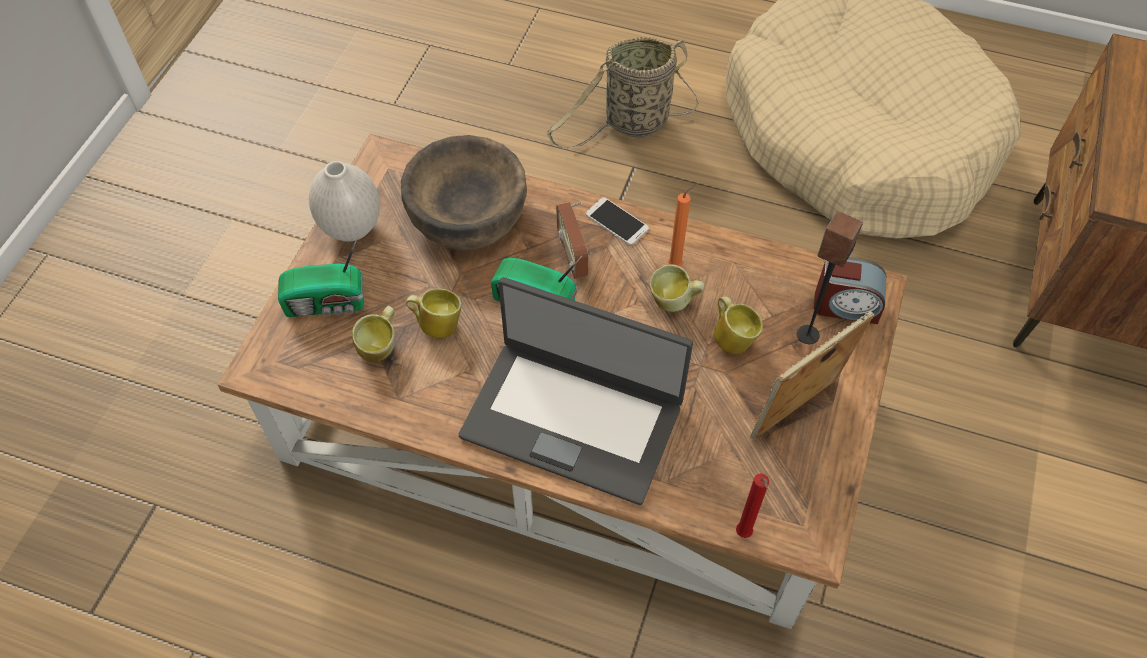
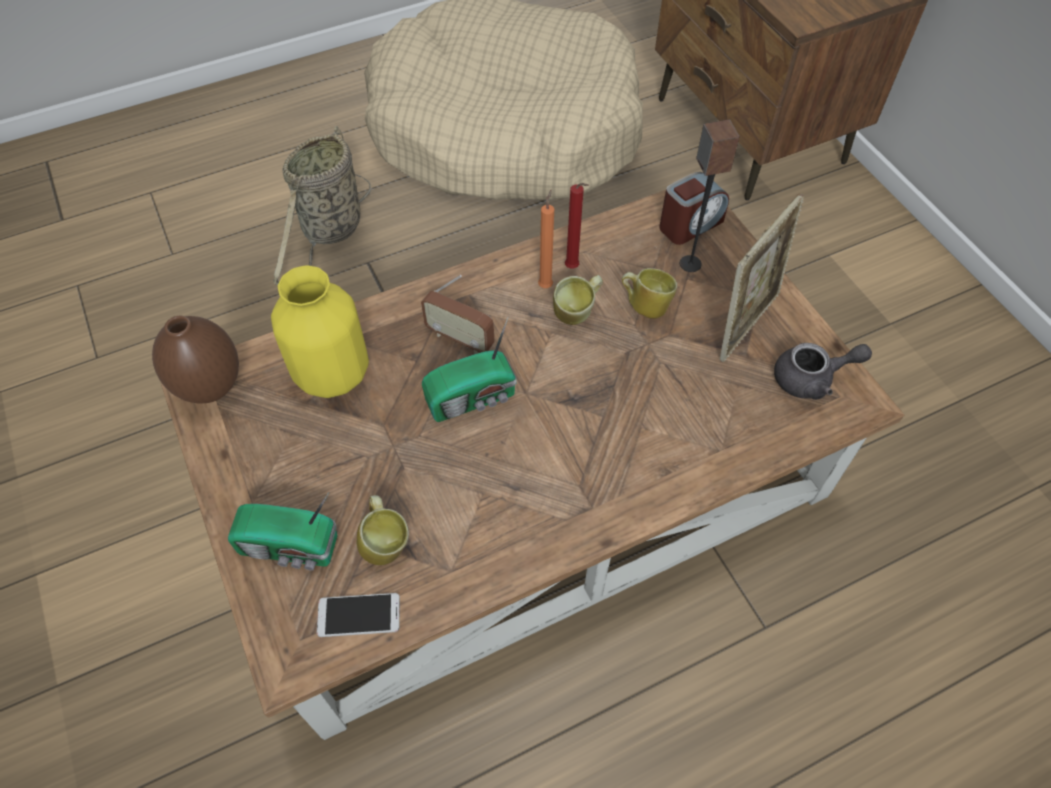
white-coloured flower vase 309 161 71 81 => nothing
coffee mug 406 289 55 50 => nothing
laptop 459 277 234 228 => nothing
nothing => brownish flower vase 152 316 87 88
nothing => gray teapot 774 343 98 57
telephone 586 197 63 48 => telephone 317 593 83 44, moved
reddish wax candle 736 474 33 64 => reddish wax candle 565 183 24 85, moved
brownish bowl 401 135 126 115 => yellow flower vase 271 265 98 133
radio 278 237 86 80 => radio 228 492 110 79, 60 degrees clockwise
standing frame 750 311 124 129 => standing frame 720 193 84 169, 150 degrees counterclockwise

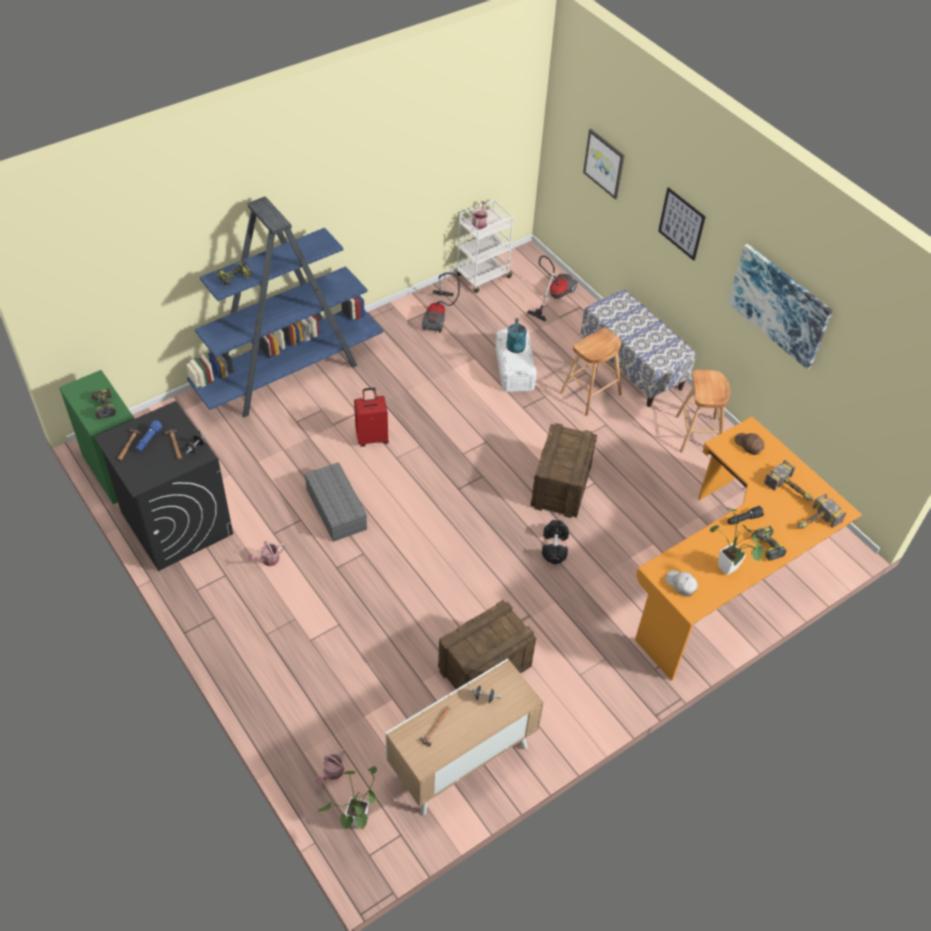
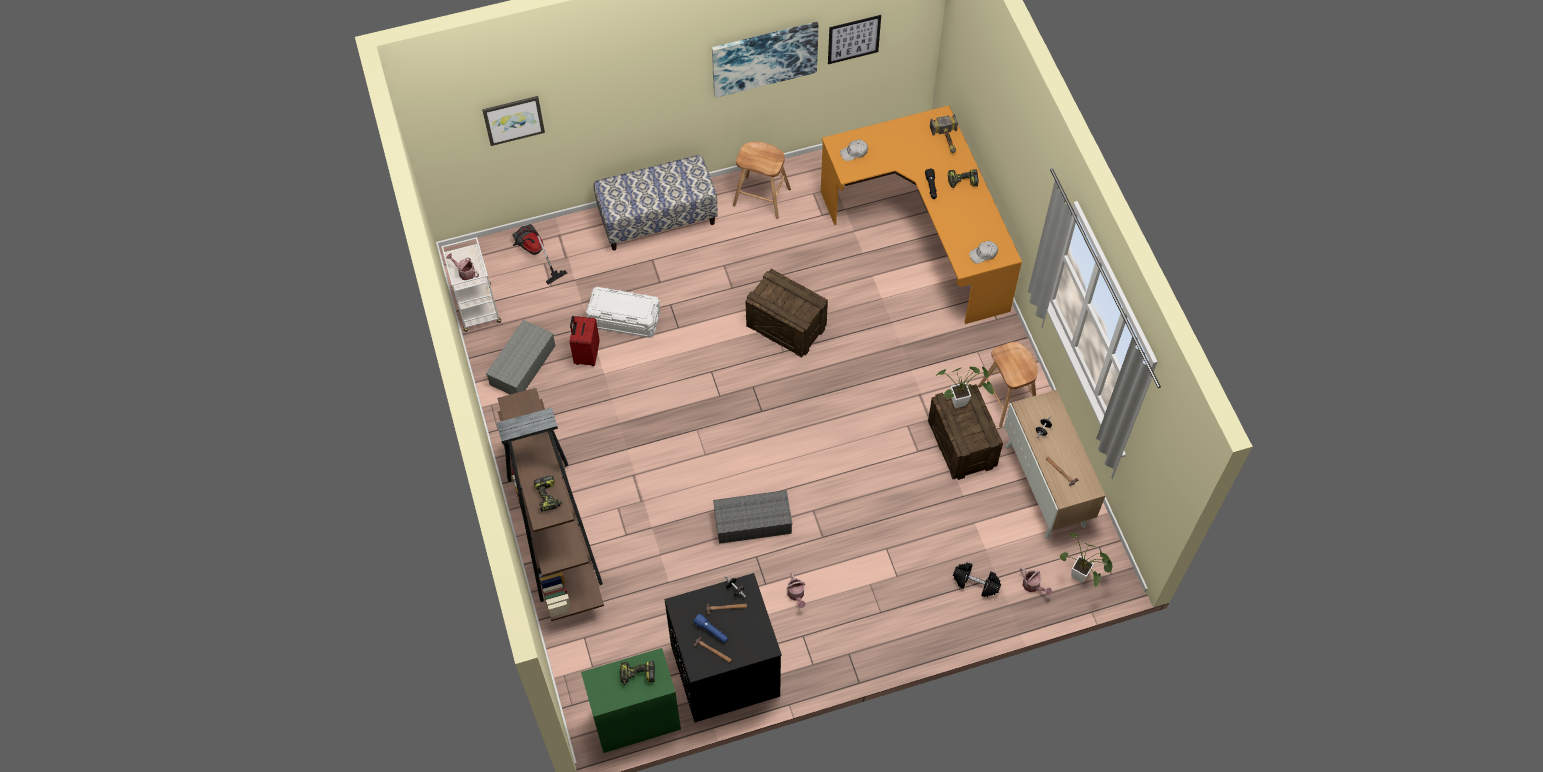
turquoise-coloured sprinkling can 506 318 21 35 => nothing
hand hammer 764 460 49 41 => nothing
reddish suitcase 354 388 35 59 => reddish suitcase 570 316 30 50, moved
black free weight 542 520 27 44 => black free weight 953 563 48 34, moved
brownish stool seat 560 328 62 88 => brownish stool seat 978 342 60 85, moved
picture 658 187 48 74 => picture 828 15 53 49, moved
houseplant 710 508 54 67 => houseplant 936 367 58 41, moved
hoover 422 272 38 61 => gray storage box 486 320 69 74
blue bookshelf 186 196 197 221 => brownish bookshelf 497 388 107 233
brownish cap 734 433 30 22 => white-coloured cap 840 140 28 21

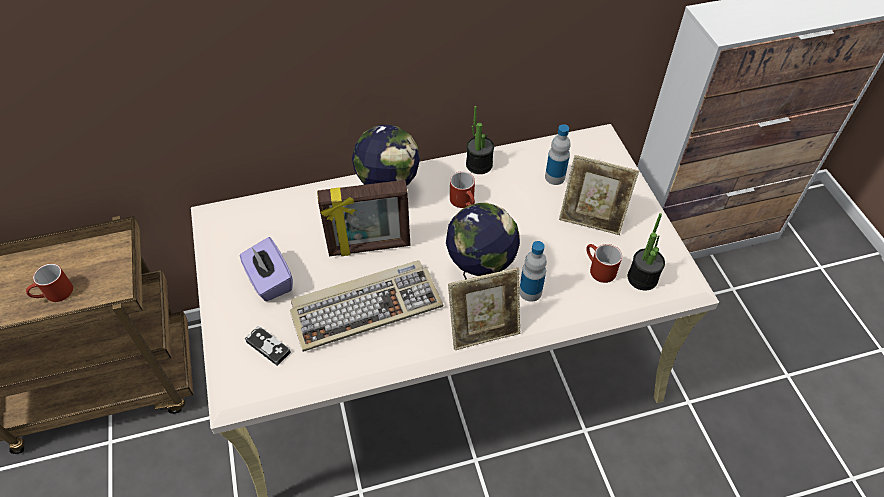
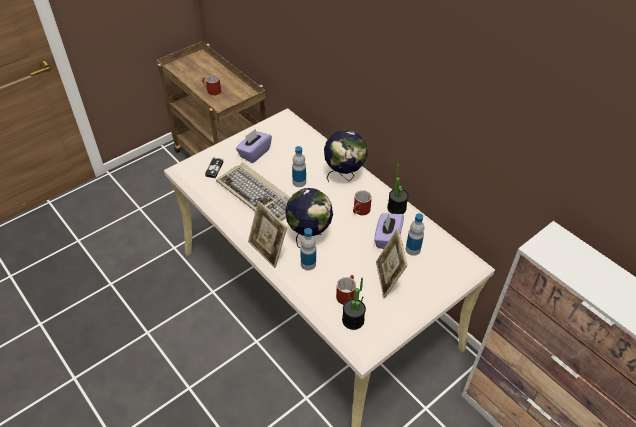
nothing => purple tissue box 374 213 30 36
standing frame 317 180 93 76 => drink bottle 292 146 14 41

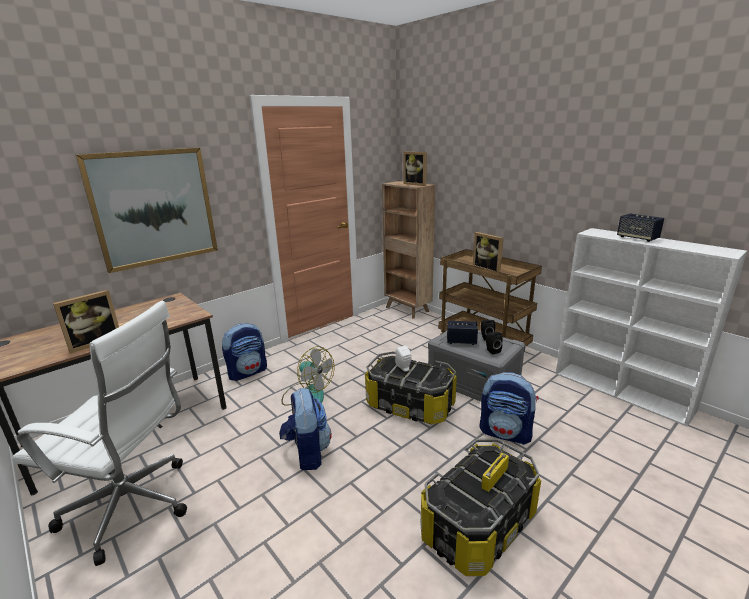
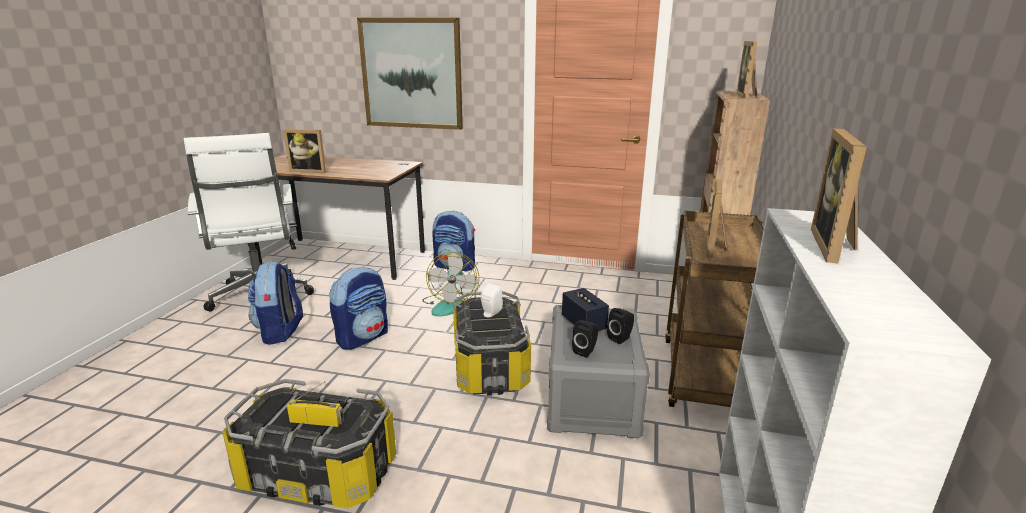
rucksack 479 372 60 73 => rucksack 248 261 55 84, moved
audio speaker 617 213 47 29 => standing frame 811 128 56 135

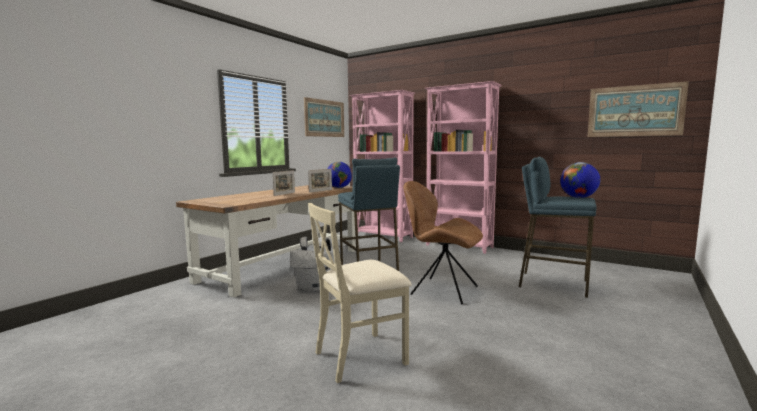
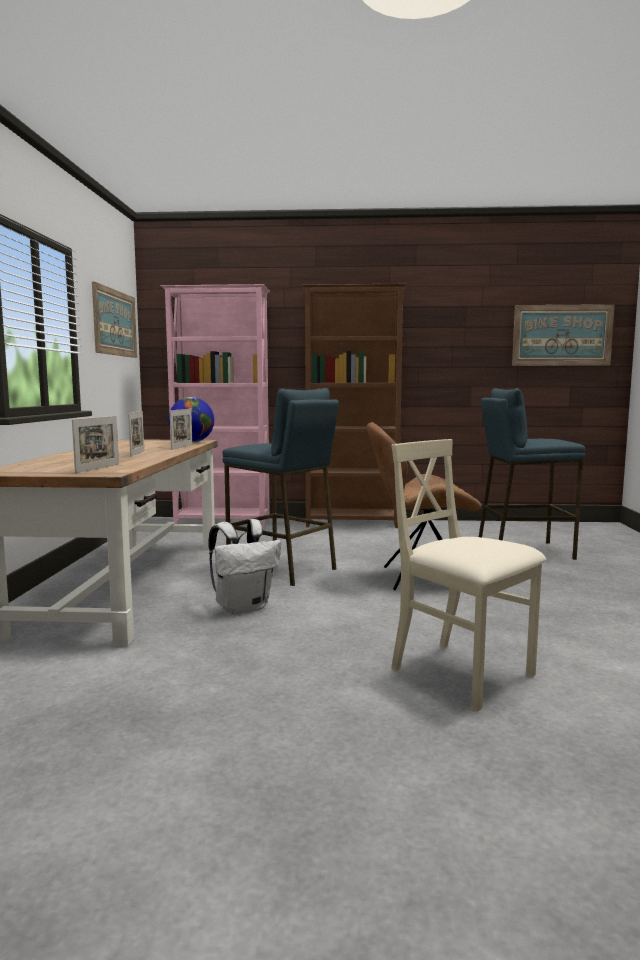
globe 560 162 40 36 => nothing
nothing => standing frame 72 416 47 57
pinkish bookshelf 425 81 77 173 => brownish bookshelf 301 284 106 244
sand-coloured plain chair 308 203 104 180 => sand-coloured plain chair 391 439 155 273, 105 degrees clockwise

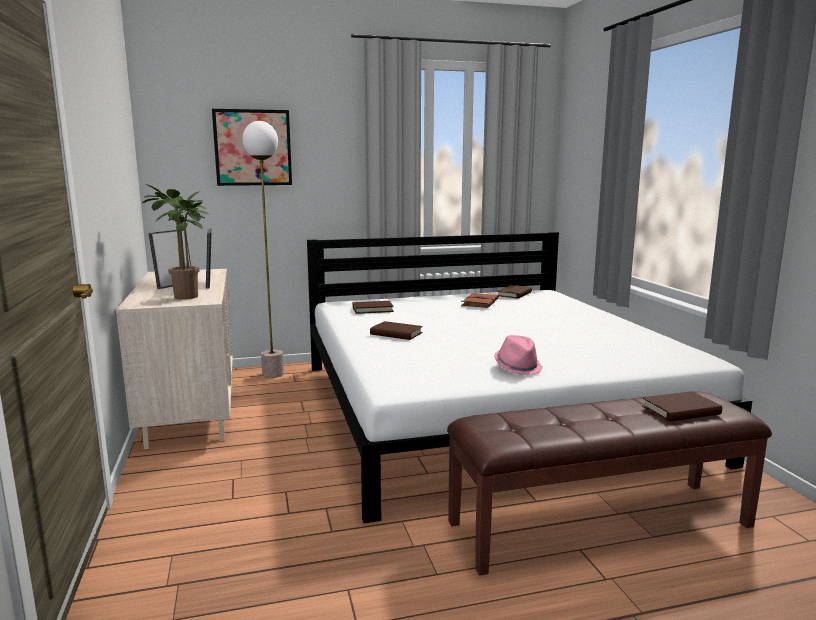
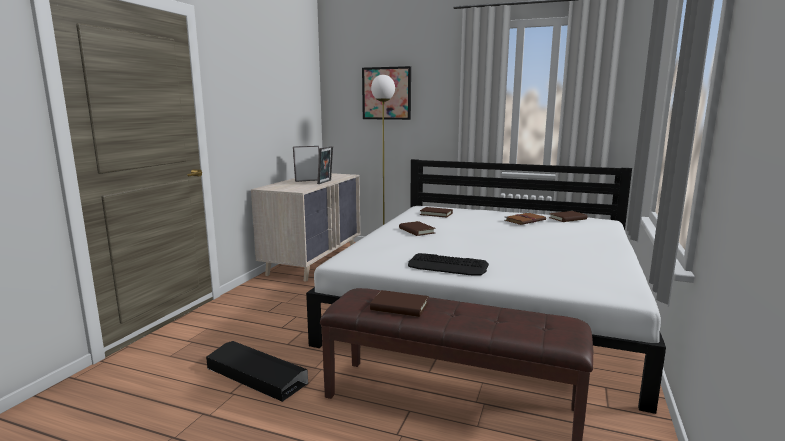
houseplant 142 184 68 116 => nothing
nothing => black storage box 206 341 102 61
brownish book 642 391 80 31 => brownish book 370 290 59 27, moved
pinkish clothing hat 494 335 49 40 => computer keyboard 408 253 81 23

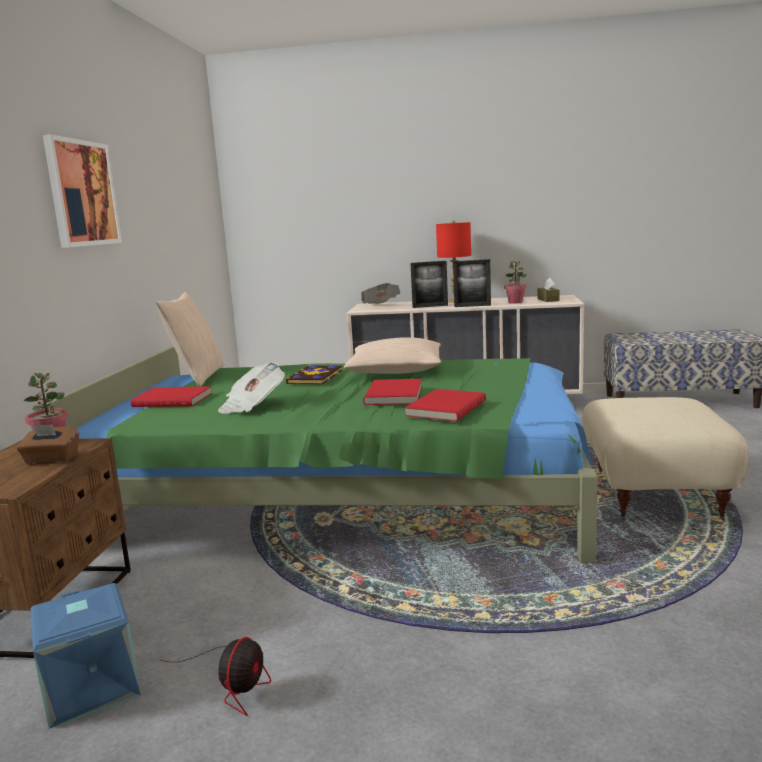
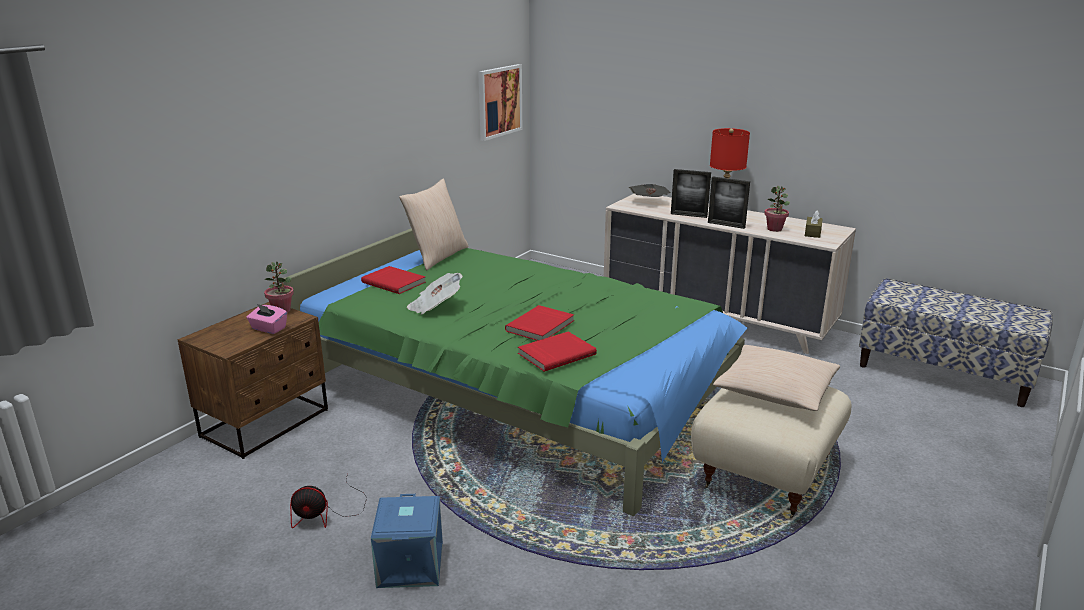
book 285 365 57 19 => nothing
blue storage box 30 583 111 146 => blue storage box 371 494 72 94, moved
picture 43 134 79 114 => picture 478 64 44 77, moved
sand-coloured cushion 344 337 97 37 => sand-coloured cushion 713 345 127 66, moved
brownish tissue box 17 424 62 41 => pinkish tissue box 247 304 40 30
fan 160 637 111 79 => fan 290 474 77 54, 45 degrees clockwise

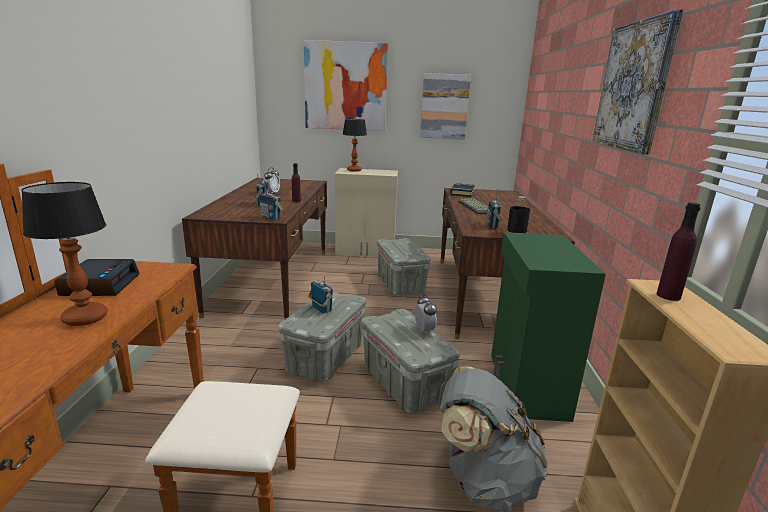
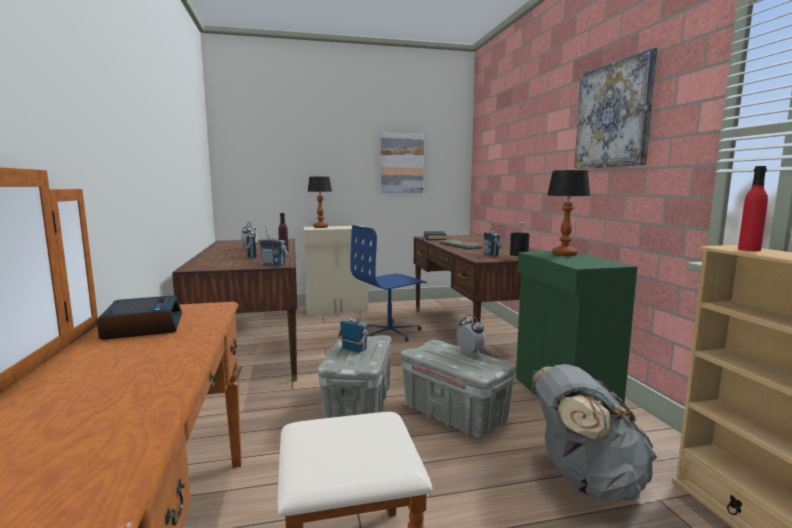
picture 304 40 84 91 => nothing
table lamp 21 182 87 144 => table lamp 547 170 44 86, moved
gray storage box 377 238 54 58 => blue office chair 350 225 77 117
purple drink bottle 656 202 45 99 => reddish drink bottle 738 166 30 85

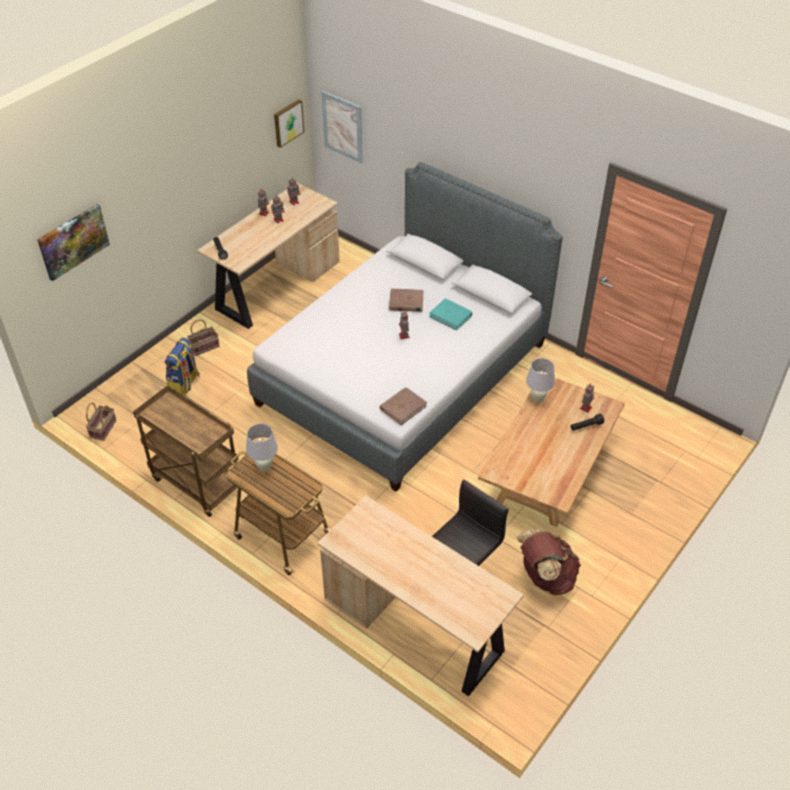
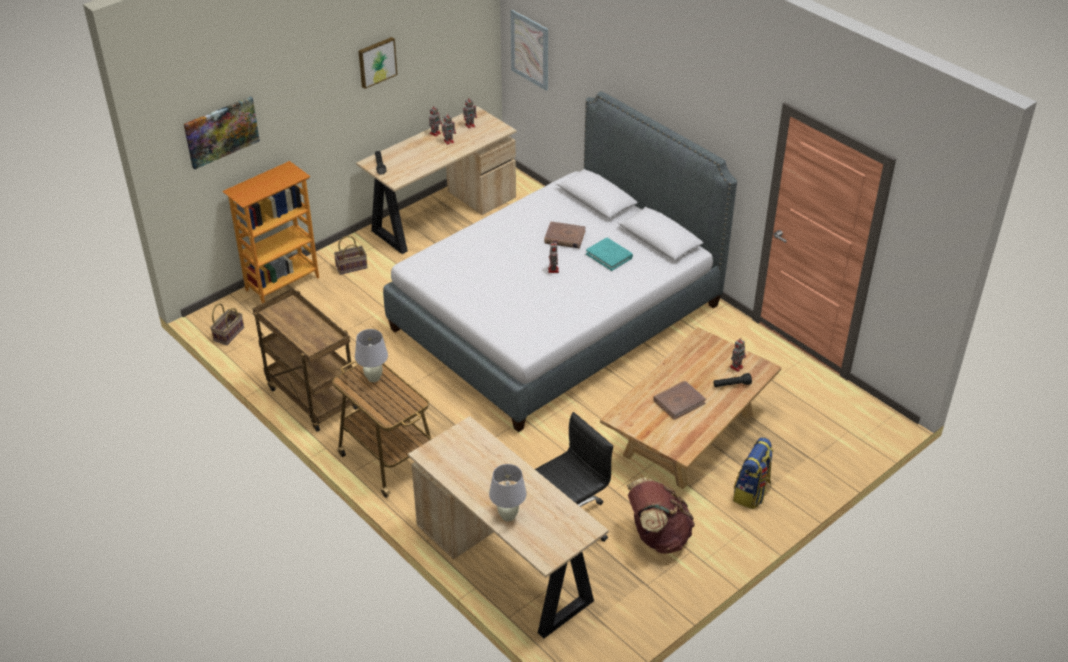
nothing => bookshelf 222 161 97 143
rucksack 165 338 35 58 => rucksack 733 437 40 73, moved
picture 274 99 30 49 => picture 358 37 39 52, moved
brownish book 379 387 48 38 => brownish book 653 381 53 39, moved
white-coloured table lamp 526 358 29 45 => white-coloured table lamp 489 464 38 58, moved

